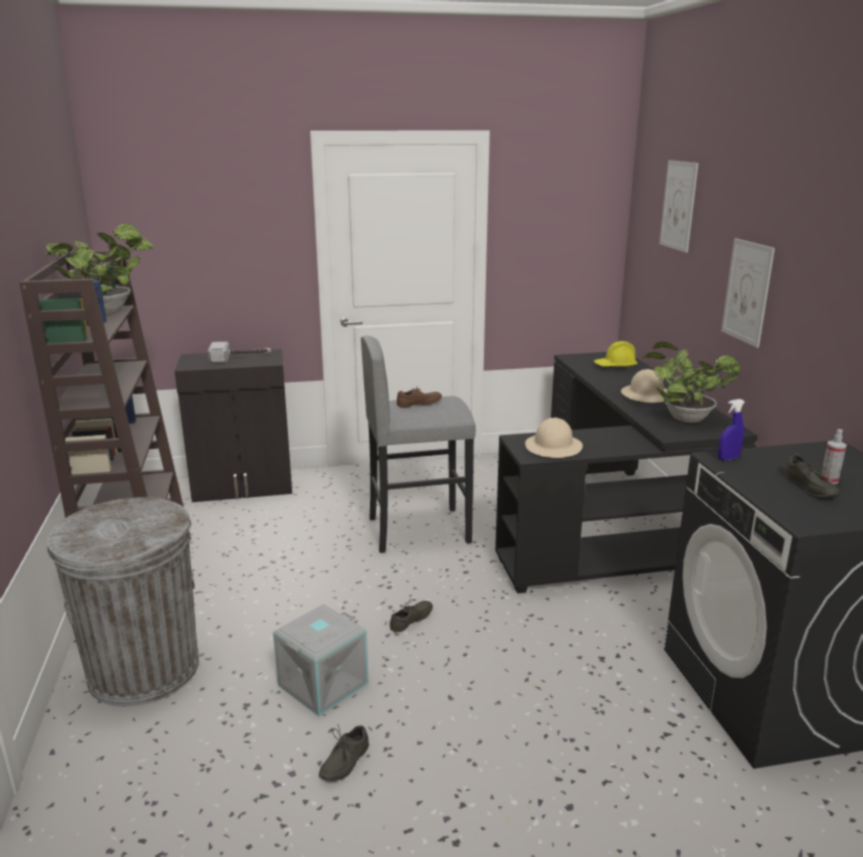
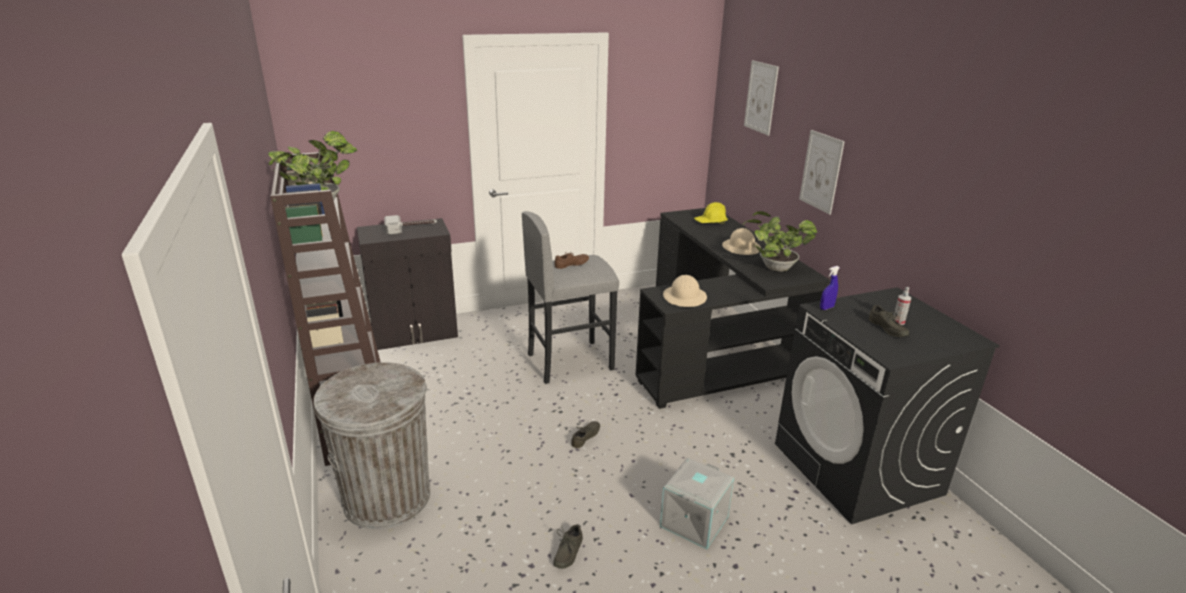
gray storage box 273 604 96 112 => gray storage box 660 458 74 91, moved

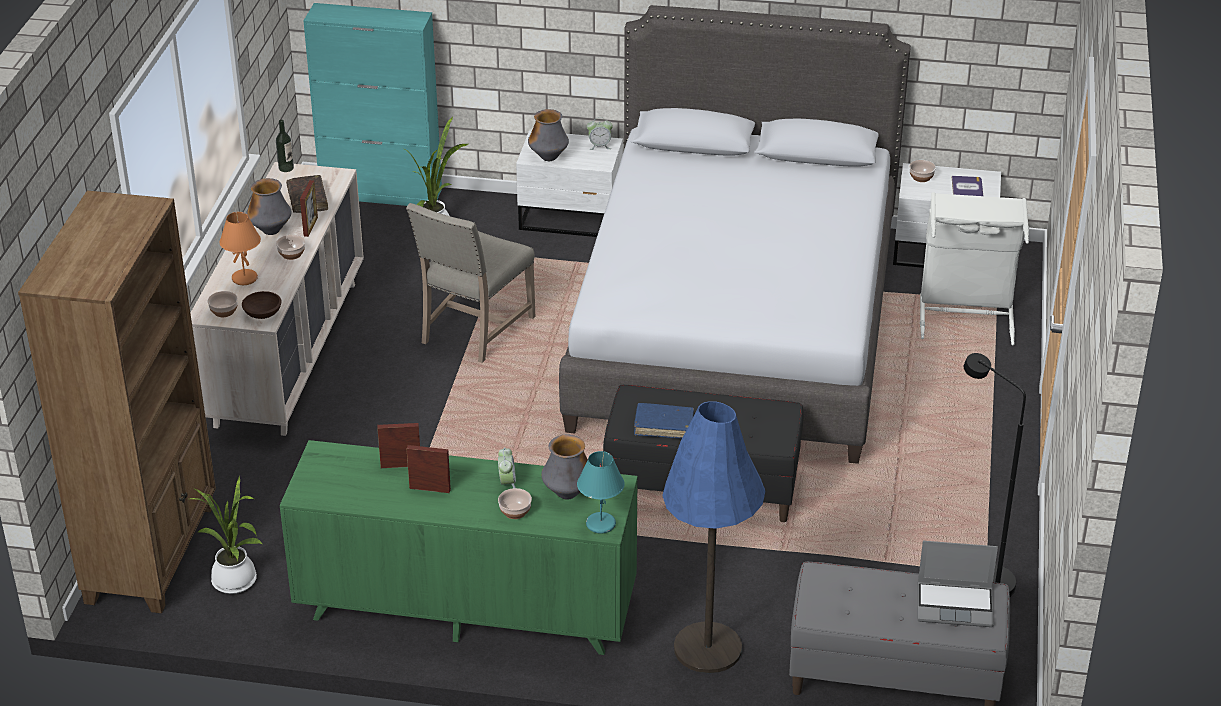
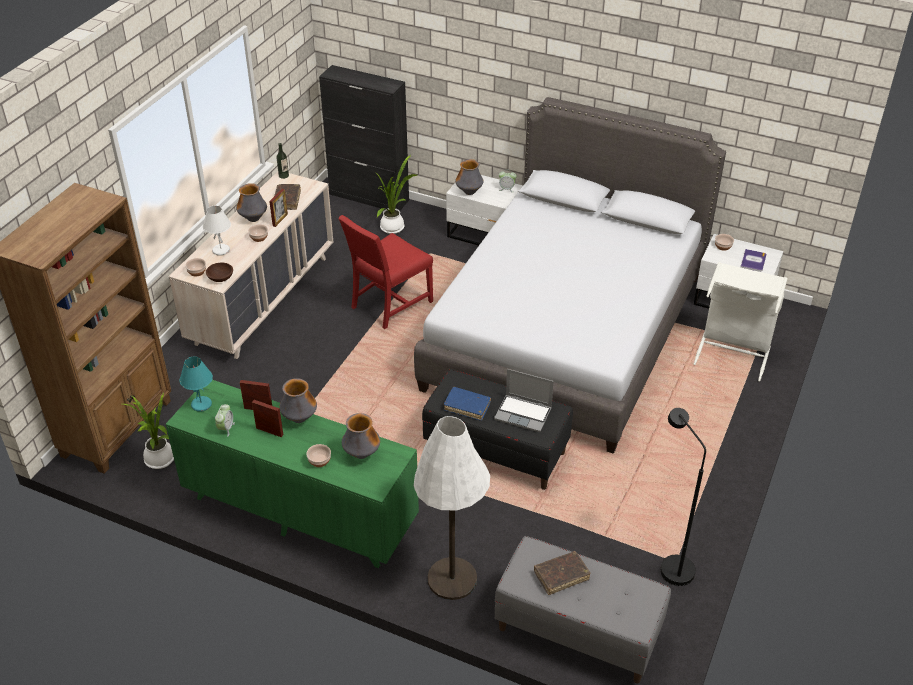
nothing => flower vase 279 378 38 45
nothing => brownish book 534 551 57 44
table clock 498 447 18 41 => table clock 215 404 20 33, moved
turquoise-coloured table lamp 577 451 48 82 => turquoise-coloured table lamp 179 357 34 55, moved
laptop 918 541 80 86 => laptop 494 369 60 63, moved
orange table lamp 219 212 42 73 => white-coloured table lamp 203 206 28 50
turquoise-coloured cabinet 303 3 139 203 => black cabinet 319 65 90 146
sand-coloured plain chair 406 203 129 160 => reddish plain chair 338 215 95 114
blue standard lamp 662 401 103 272 => white-coloured standard lamp 414 416 76 184

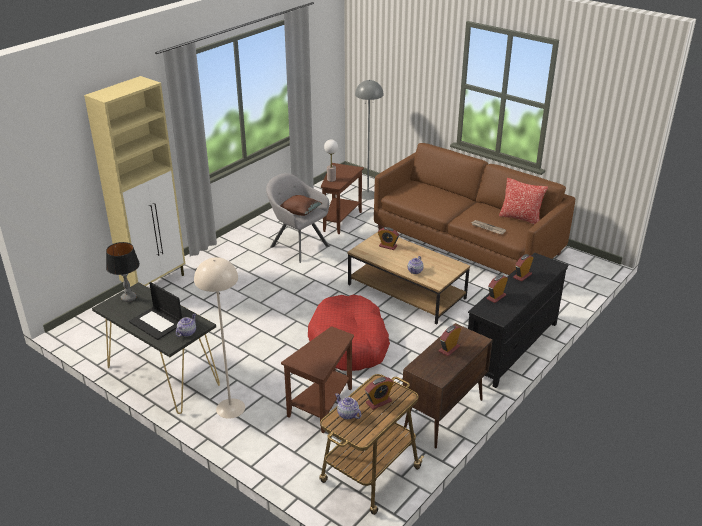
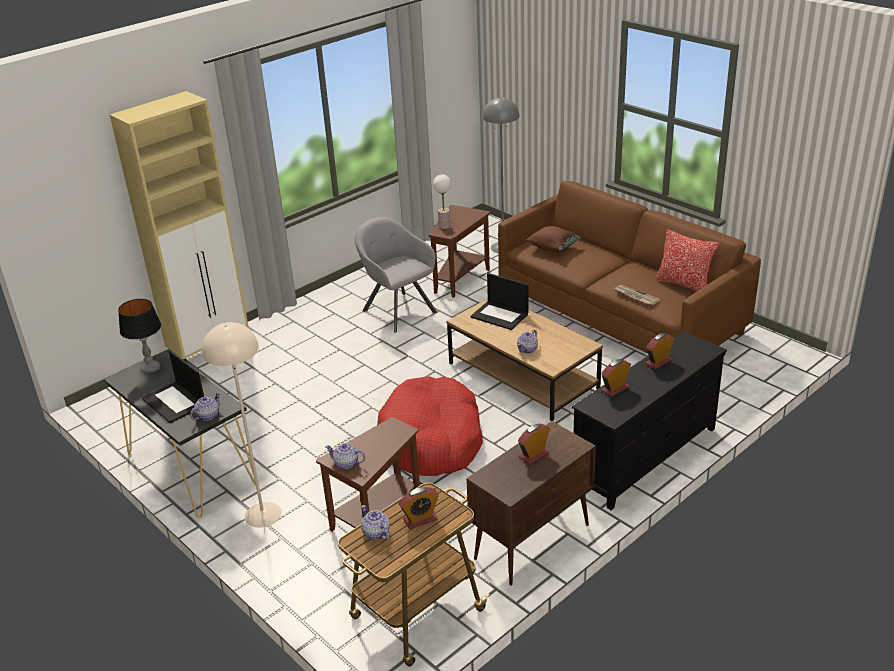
nothing => teapot 325 443 40 26
brownish cushion 280 195 42 21 => brownish cushion 527 226 55 27, moved
table clock 378 227 21 23 => laptop 470 273 59 57

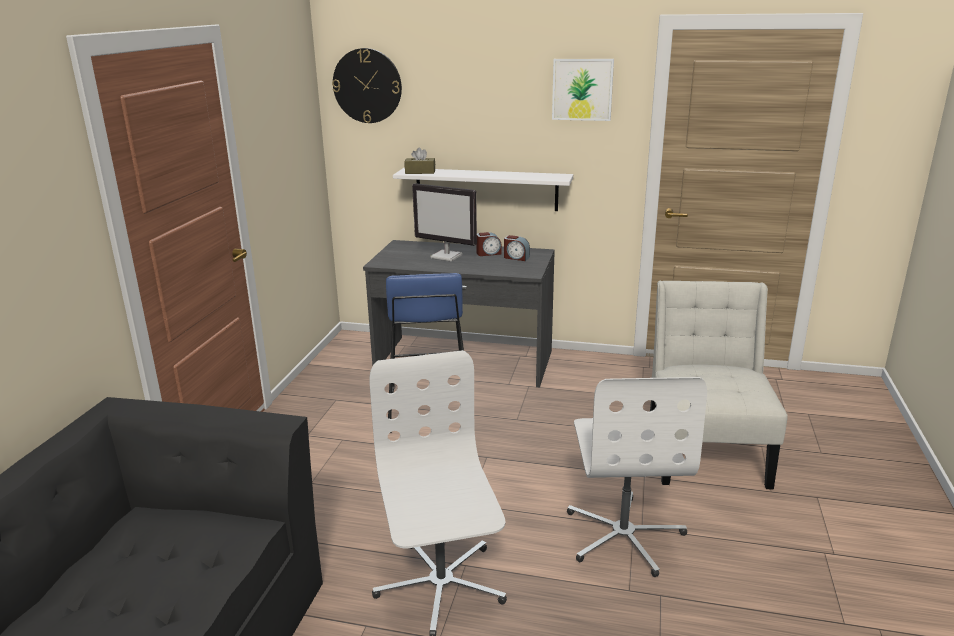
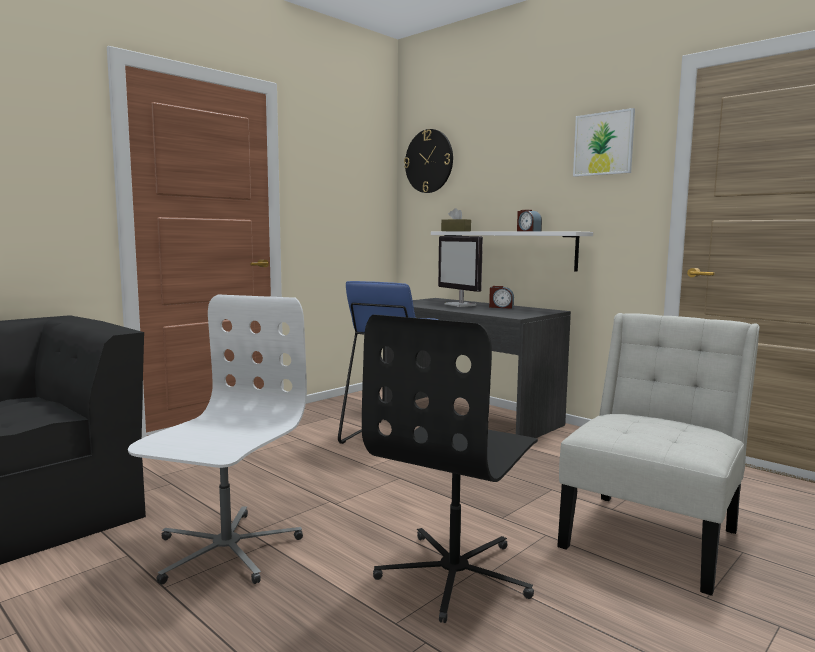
table clock 504 235 26 26 => table clock 517 210 25 22, moved
white-coloured office chair 567 377 140 200 => black office chair 362 315 176 308

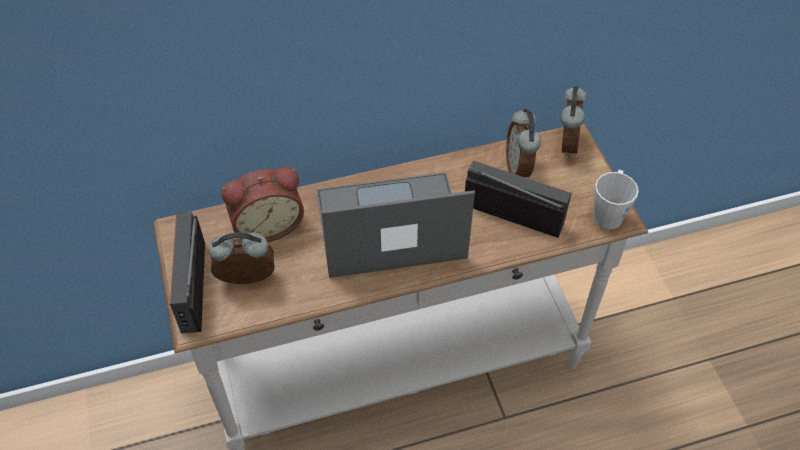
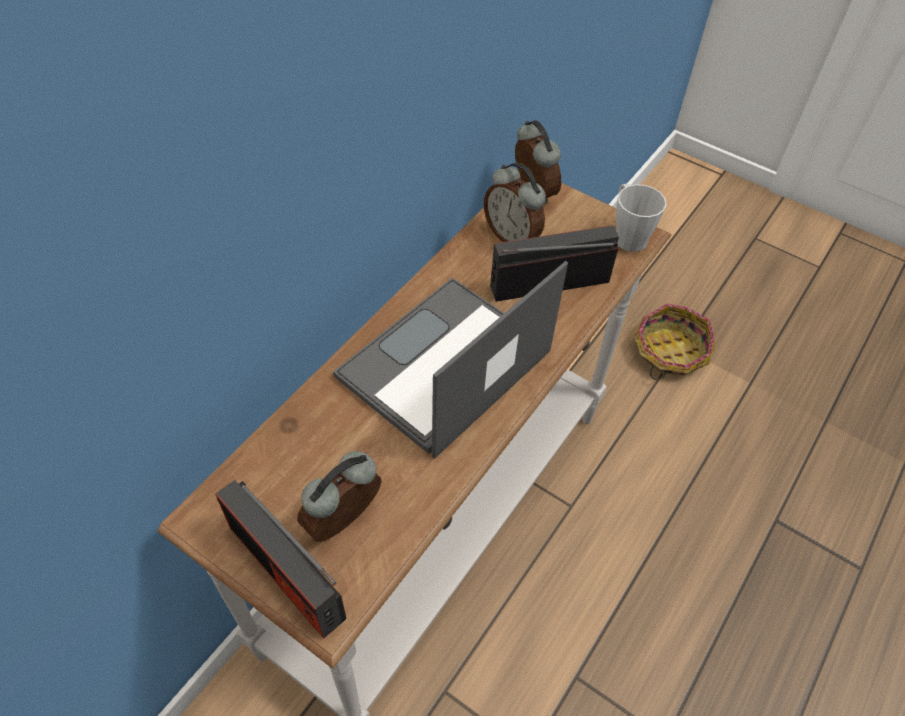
table clock 221 167 83 75 => nothing
nothing => storage basket 634 303 81 77

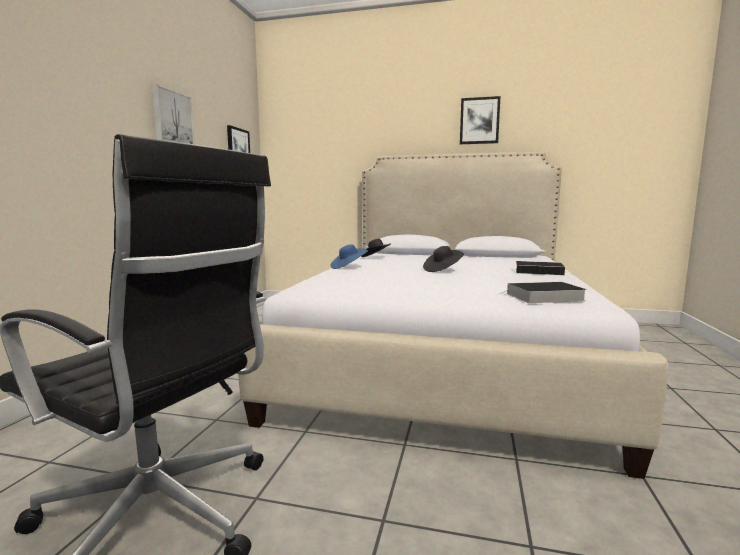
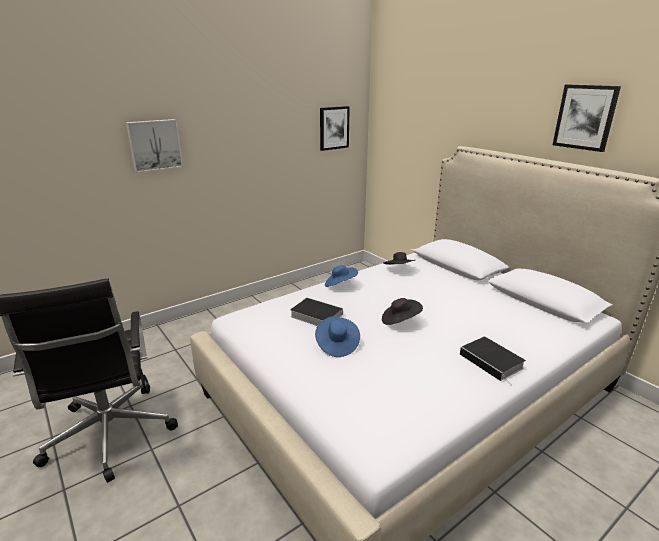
nothing => blue clothing hat 315 316 45 41
picture 151 84 44 60 => picture 126 119 57 54, moved
book 498 282 89 21 => book 290 298 53 28, moved

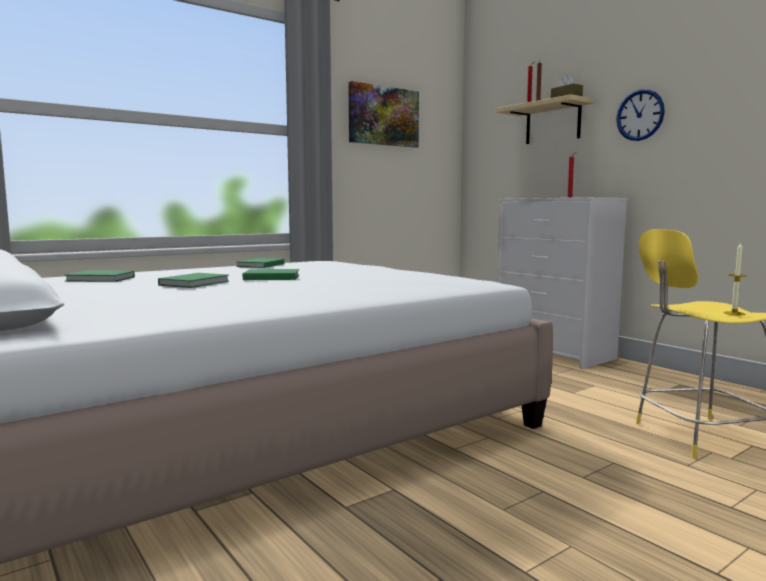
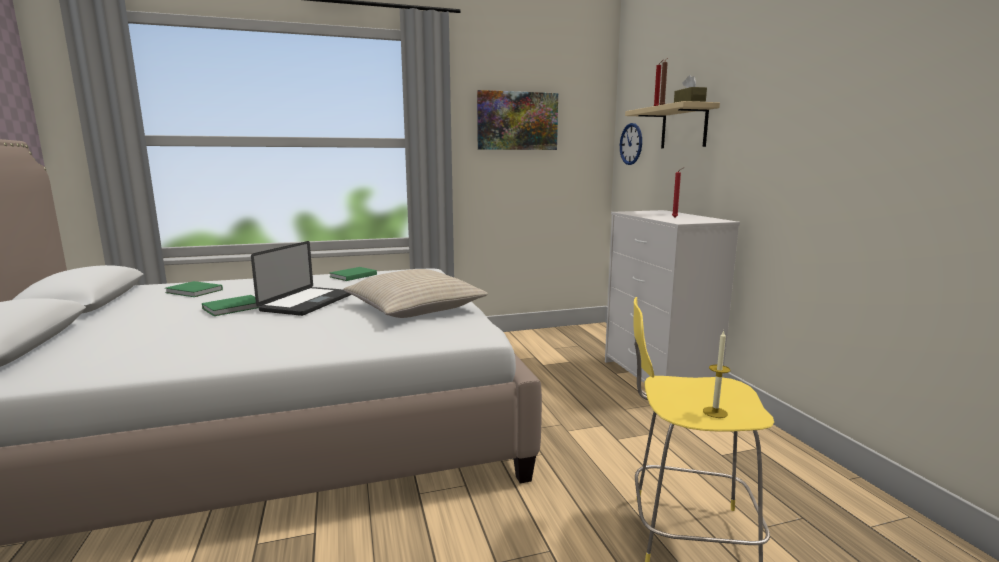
nothing => sand-coloured cushion 343 269 145 49
hanging clock 616 89 49 52 => hanging clock 620 123 22 42, moved
green book 243 269 56 11 => laptop 251 241 101 75

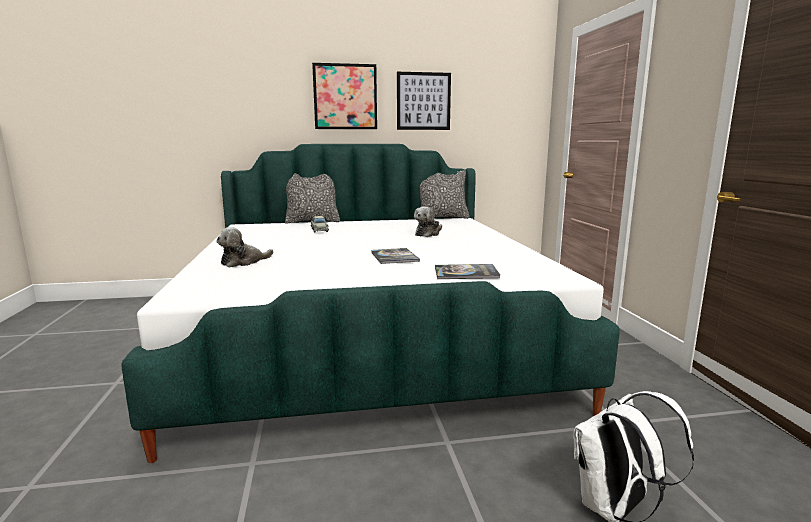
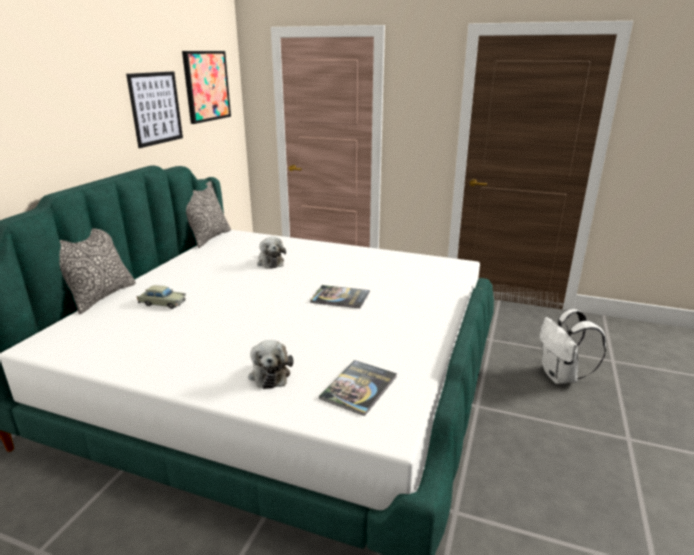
picture 312 63 65 66 => picture 182 51 49 73, moved
book 435 264 65 15 => book 319 360 78 56, moved

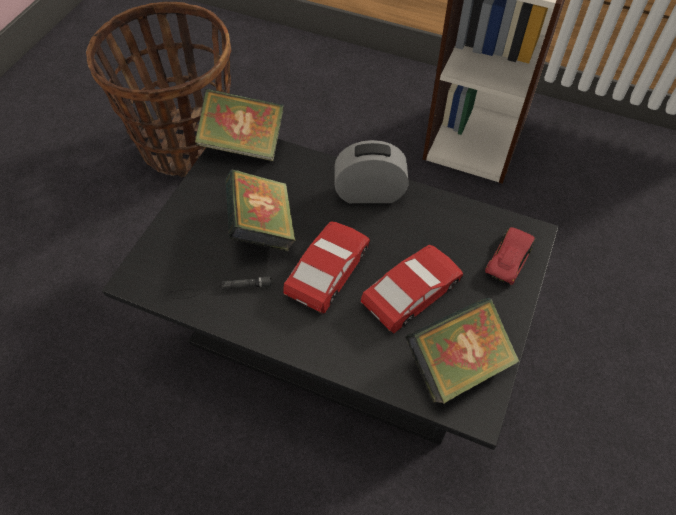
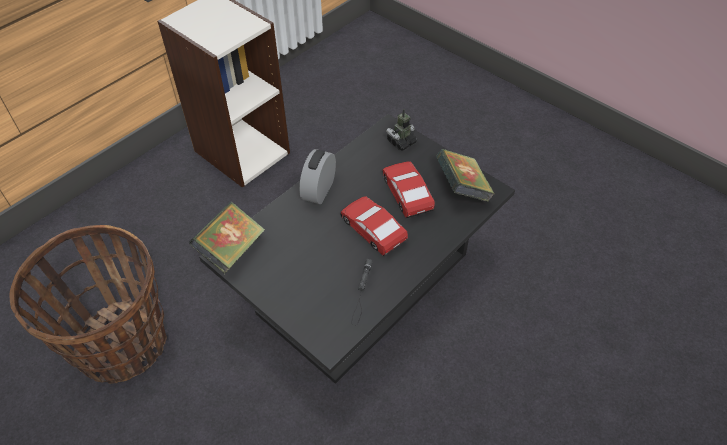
book 225 170 71 82 => nothing
reddish miniature car 485 227 50 58 => robot figure 386 109 31 42

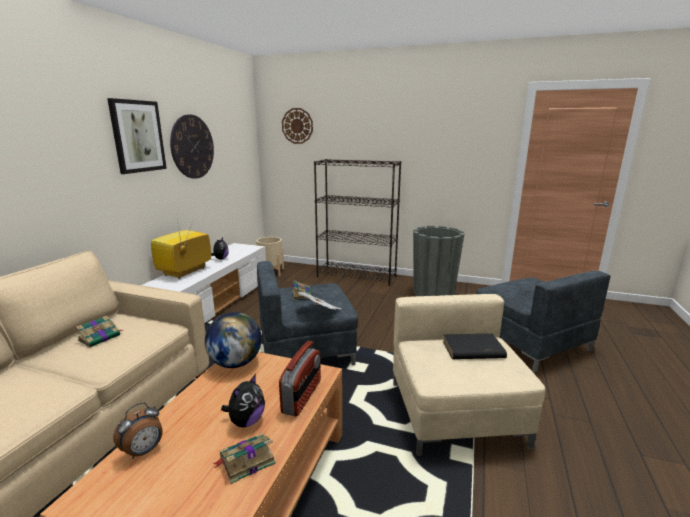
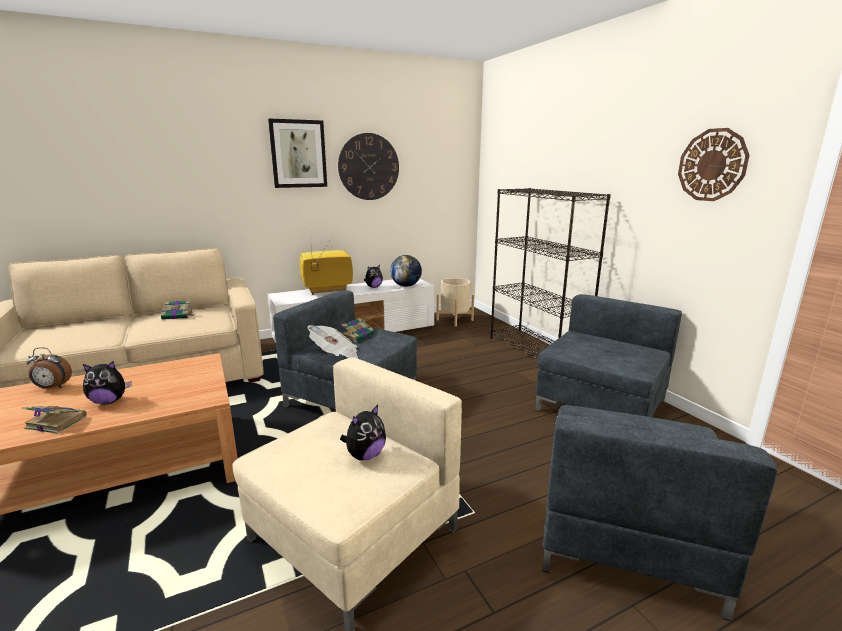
radio 279 341 42 75 => nothing
globe 205 312 57 56 => globe 390 255 32 32, moved
hanging clock 282 108 31 36 => hanging clock 678 128 72 73, moved
gray planter 413 226 52 70 => gray armchair 535 294 147 123
black book 443 334 64 25 => soft toy 340 405 46 55

